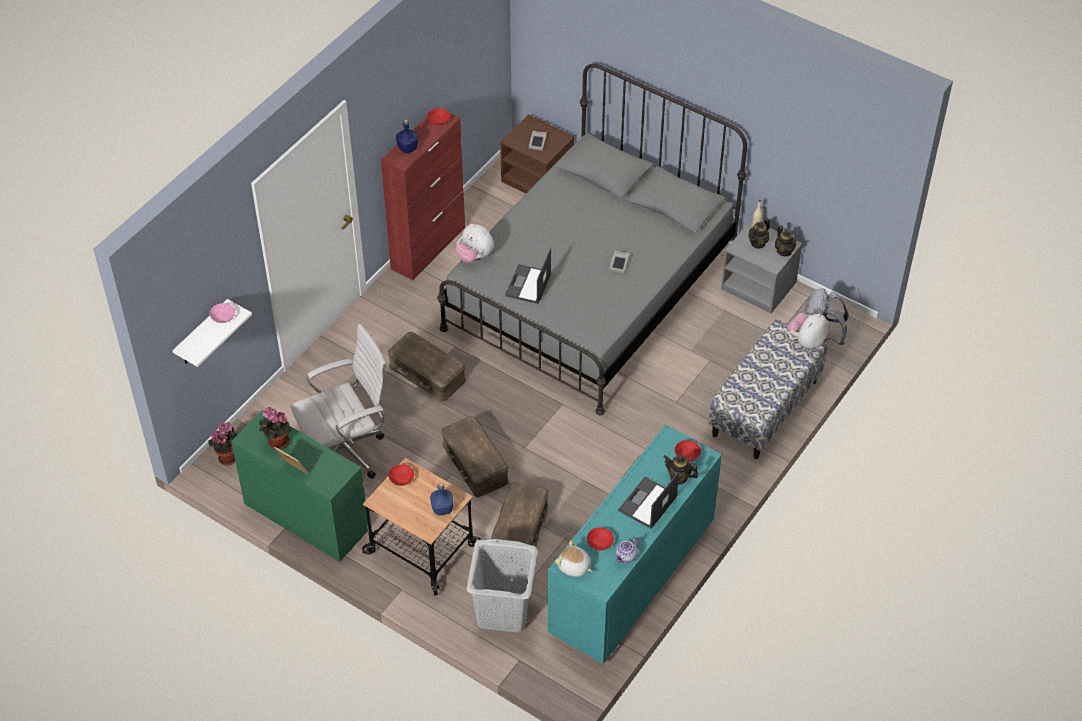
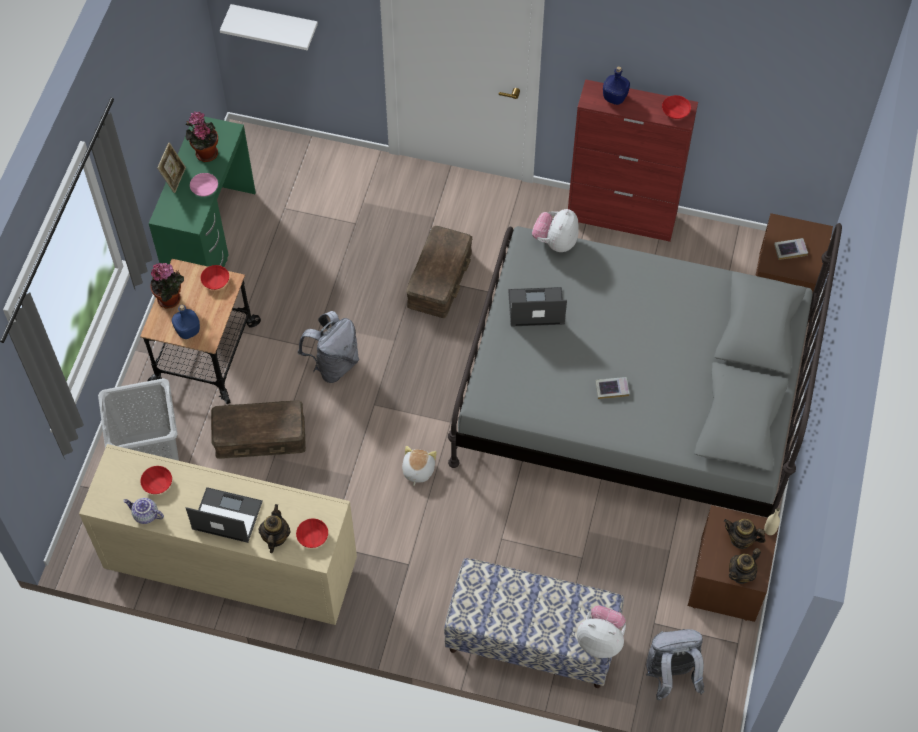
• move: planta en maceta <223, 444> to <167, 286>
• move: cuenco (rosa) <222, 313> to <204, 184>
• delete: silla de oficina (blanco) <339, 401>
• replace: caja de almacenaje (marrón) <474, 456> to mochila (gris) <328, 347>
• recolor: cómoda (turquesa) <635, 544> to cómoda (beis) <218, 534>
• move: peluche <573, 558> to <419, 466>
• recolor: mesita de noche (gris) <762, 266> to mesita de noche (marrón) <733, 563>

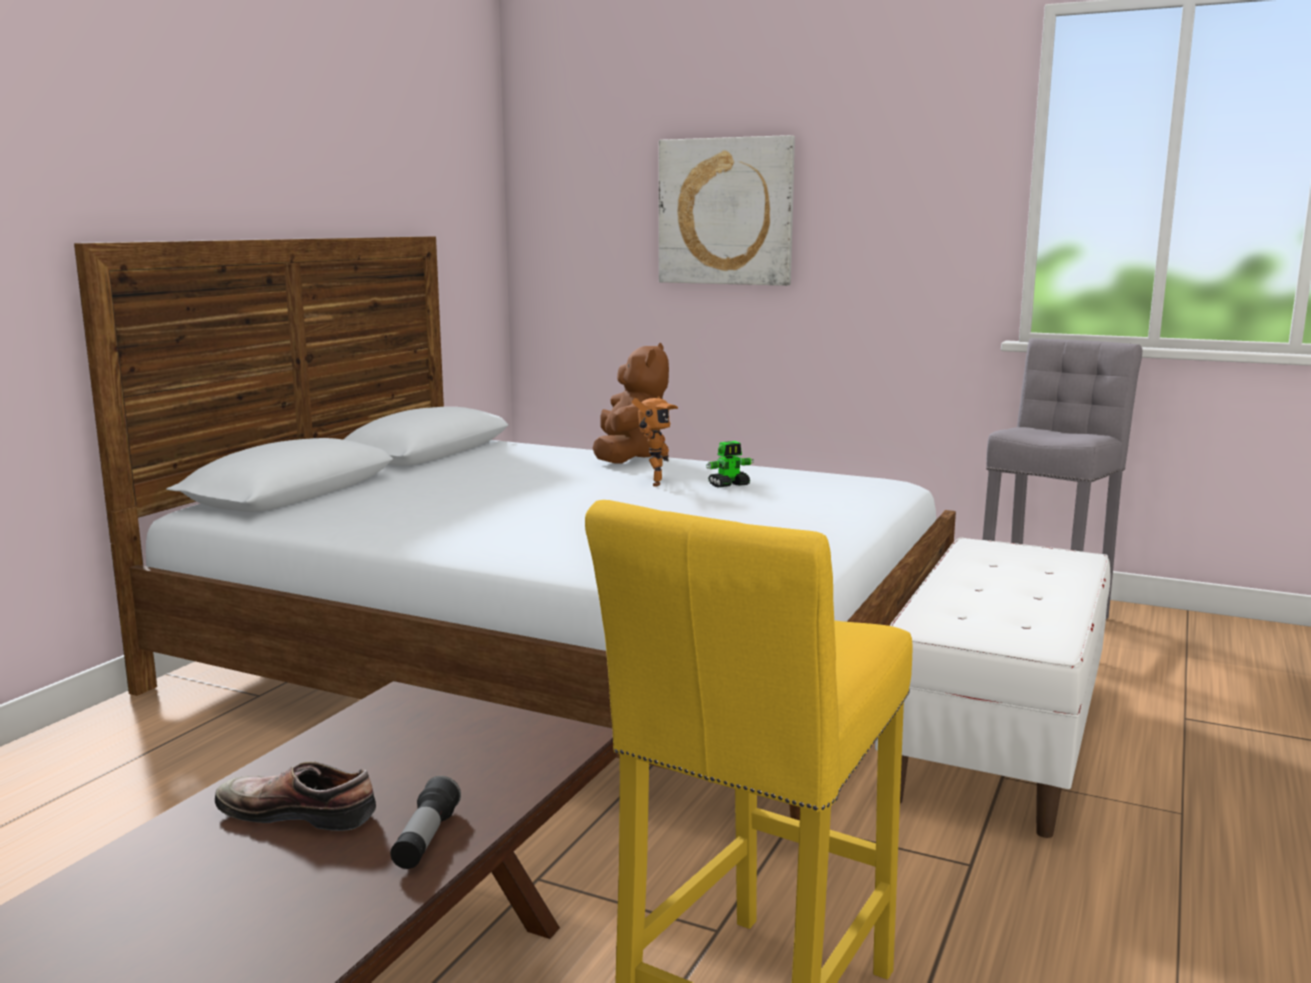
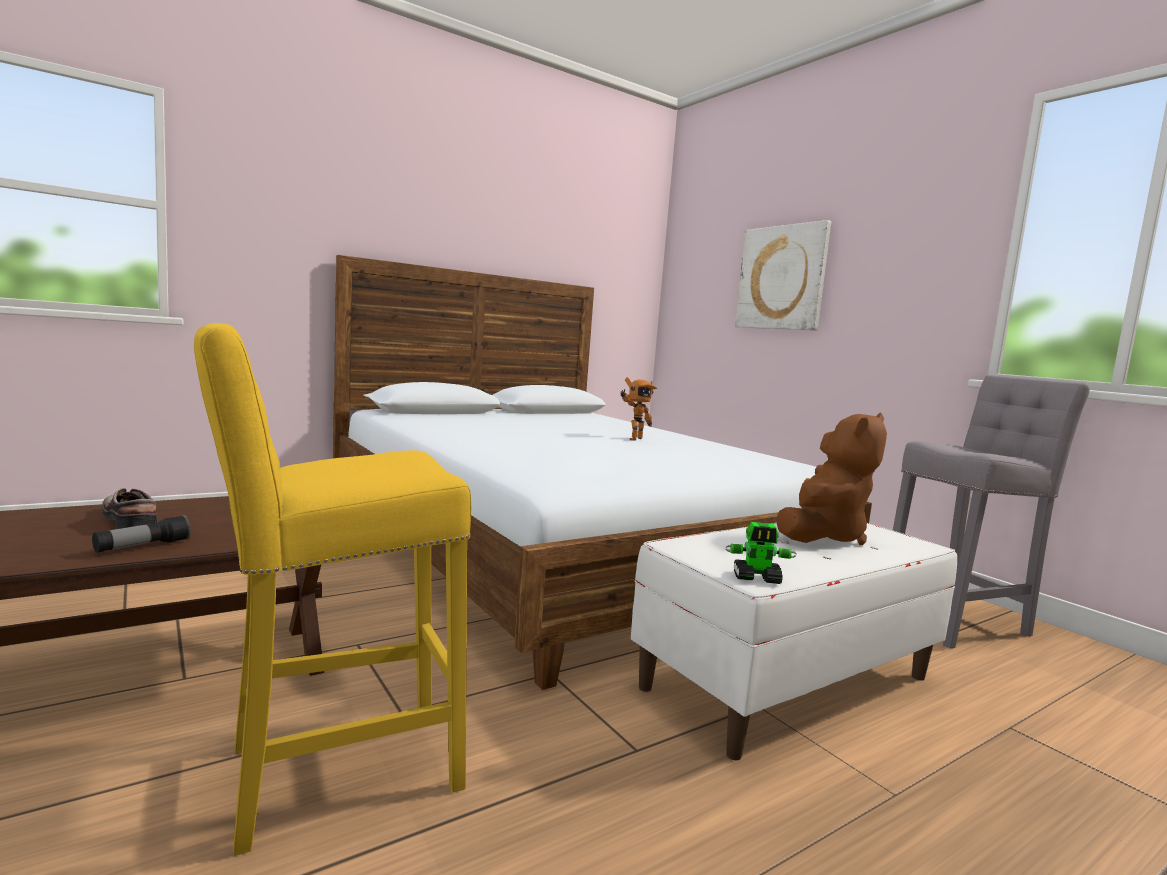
• move: peluche (marrón) <631, 403> to <831, 479>
• move: robot de juguete <730, 464> to <761, 553>

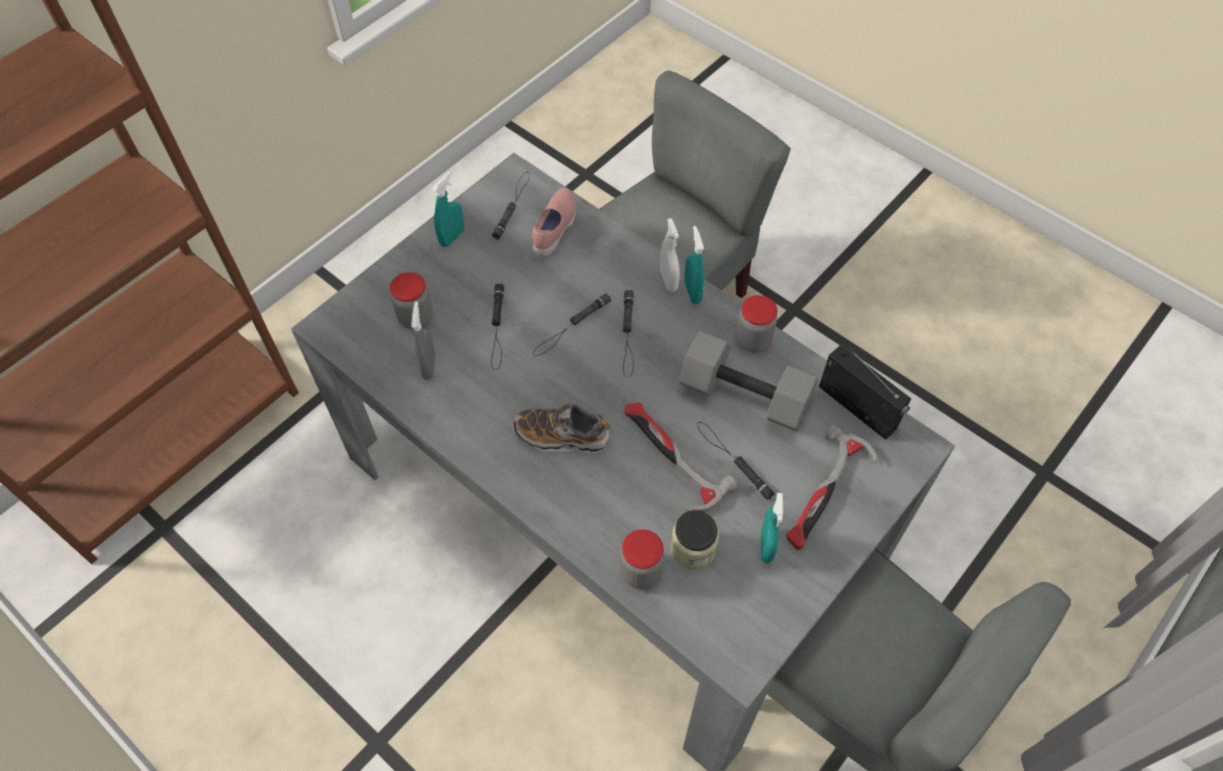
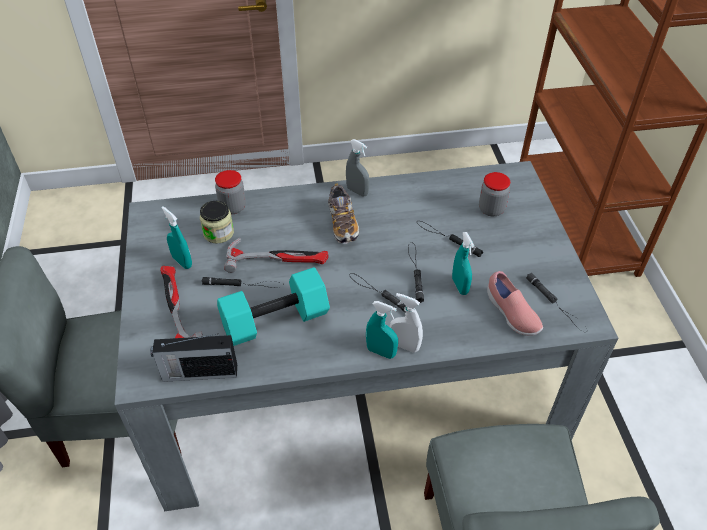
• move: pulverizador (gris) <423, 340> to <357, 167>
• move: pulverizador (turquesa) <448, 209> to <463, 263>
• rotate: zapato <561, 428> = <343, 213> 120 degrees clockwise
• recolor: mancuerna (gris) <748, 381> to mancuerna (turquesa) <273, 306>
• delete: tarro <757, 323>

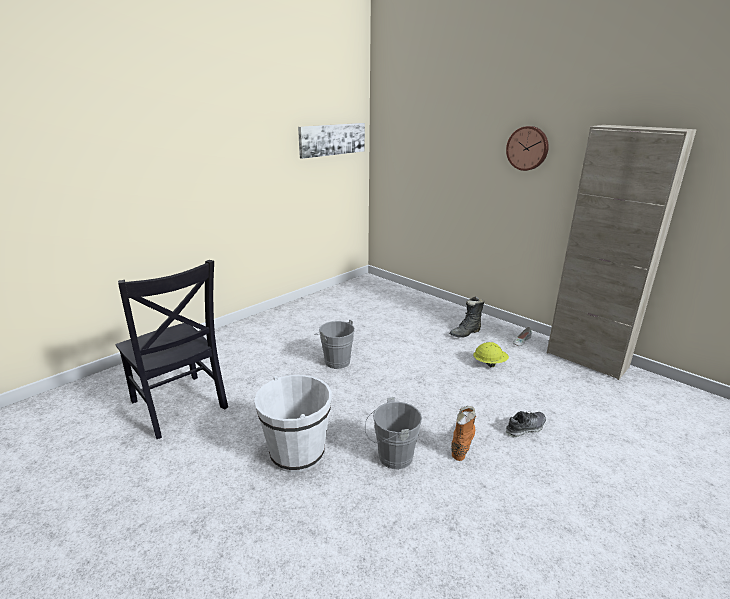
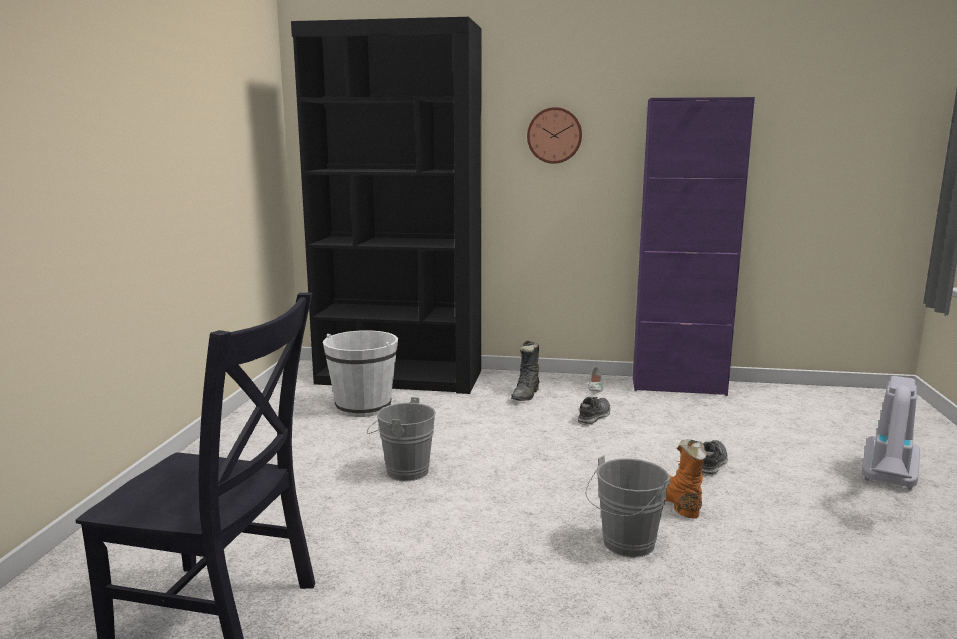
• move: cubo (blanco) <293, 423> to <360, 373>
• delete: cuadro <331, 141>
• replace: casco (amarillo) <491, 354> to zapato <594, 411>
• recolor: armario (beis) <622, 252> to armario (morado) <694, 246>
• insert: estantería (negro) <386, 205>
• insert: aspiradora <890, 433>

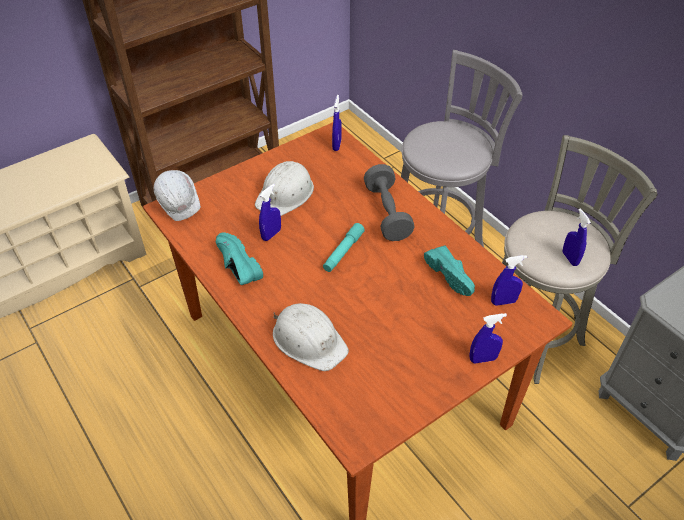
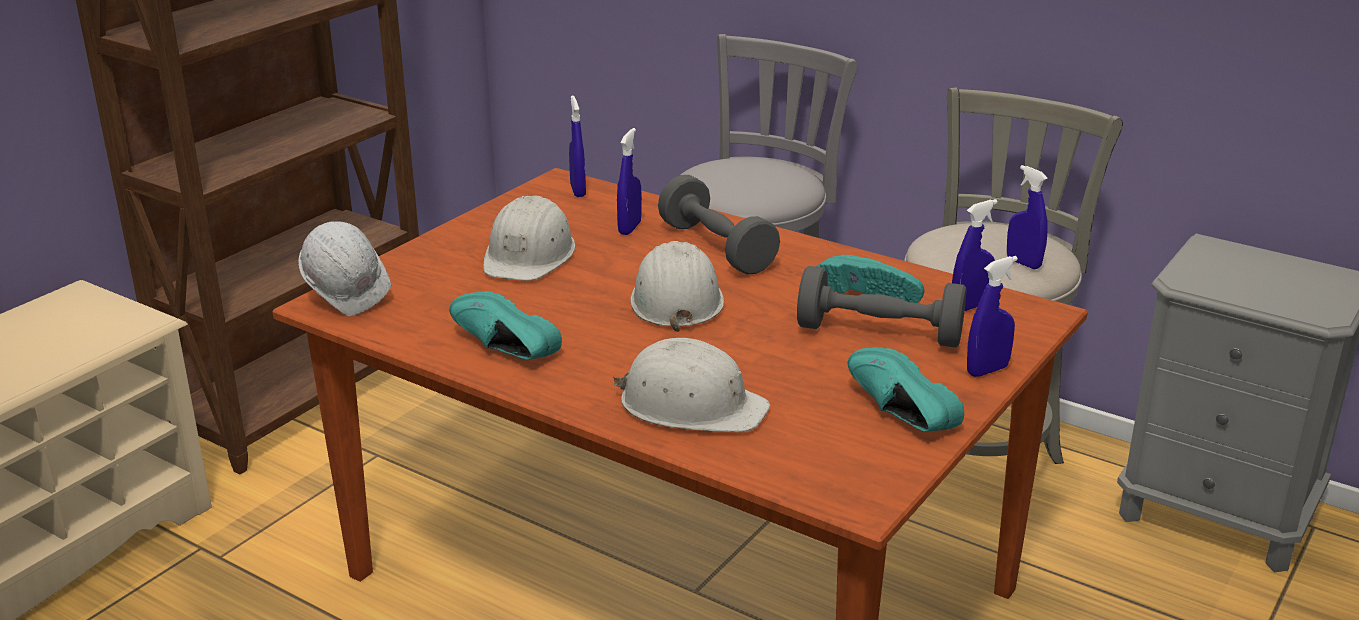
• move: pulverizador (azul) <270, 212> to <629, 181>
• replace: linterna (turquesa) <344, 247> to casco (blanco) <677, 286>
• insert: mancuerna (gris) <881, 307>
• insert: zapato (turquesa) <906, 389>

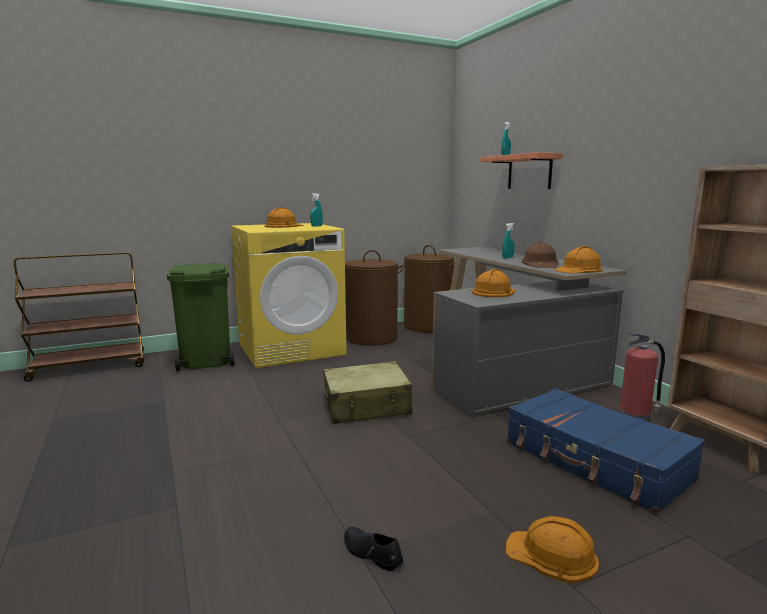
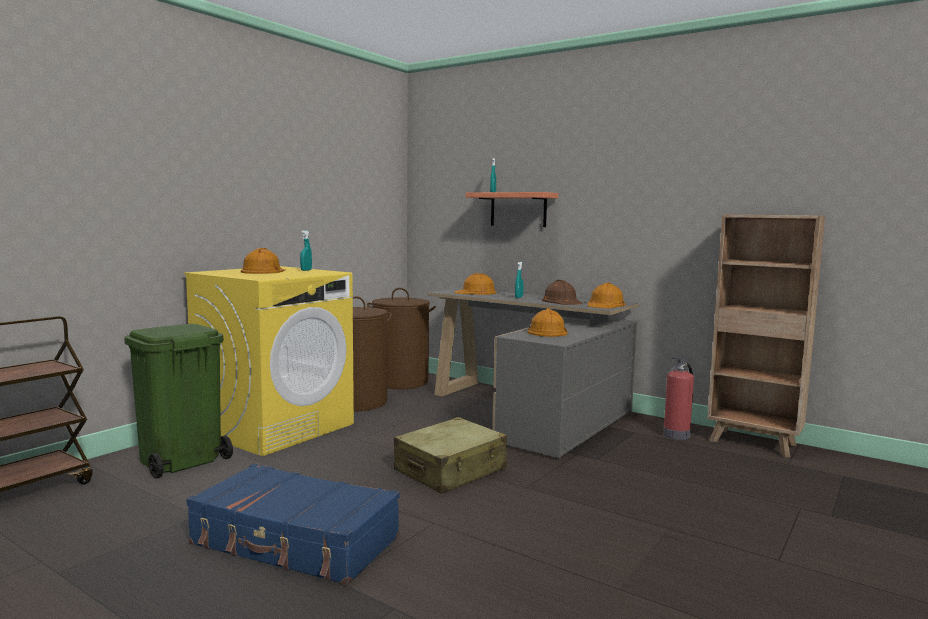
• delete: zapato (negro) <373, 549>
• move: casco (naranja) <552, 549> to <475, 284>
• move: maleta (azul) <606, 451> to <292, 524>

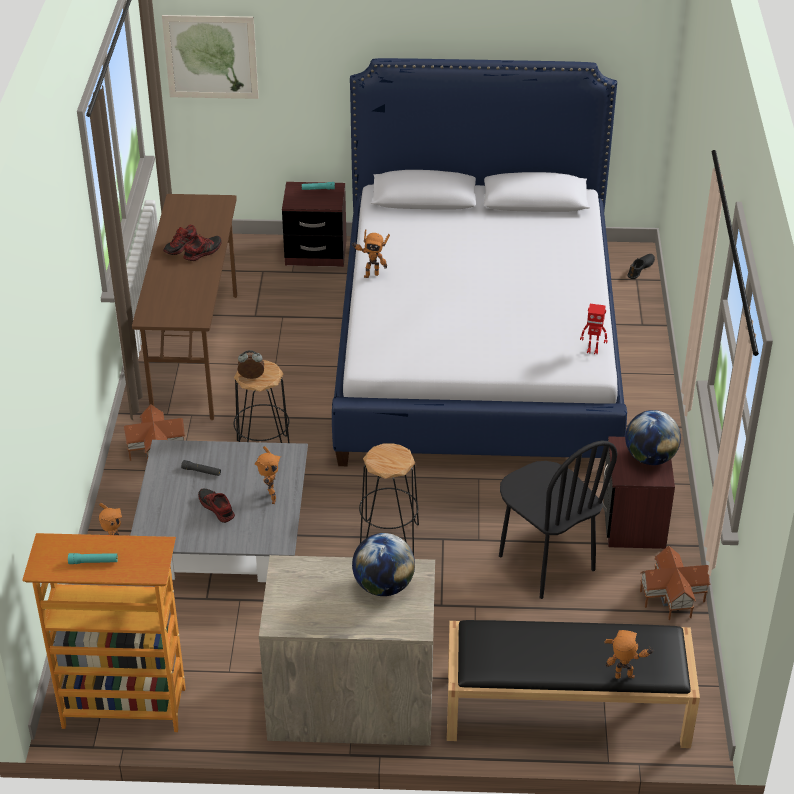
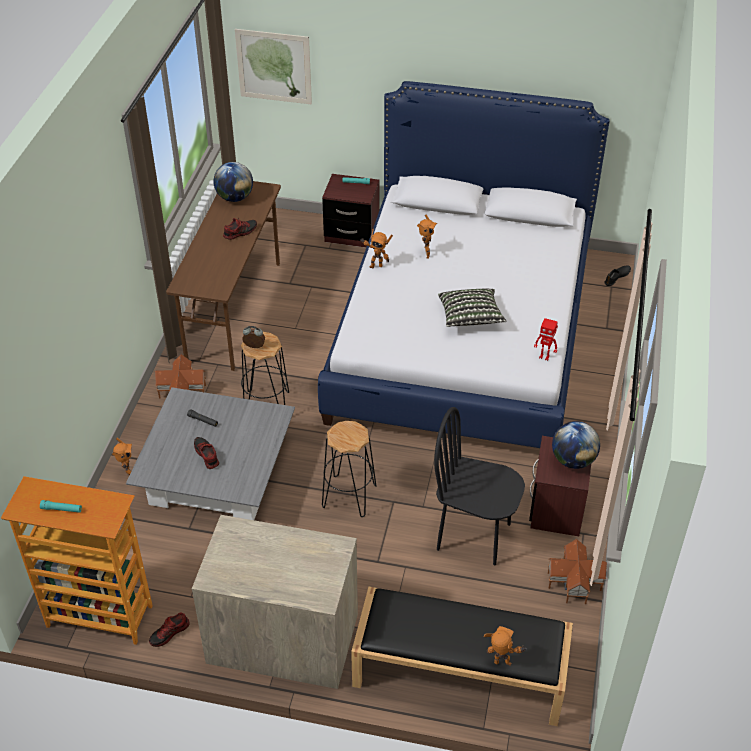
• move: zapato <180, 239> to <169, 629>
• move: robot de juguete <268, 475> to <427, 237>
• move: globo terráqueo <383, 564> to <233, 182>
• rotate: silla (negro) <558, 520> = <479, 486> 135 degrees clockwise
• insert: cojín <472, 308>

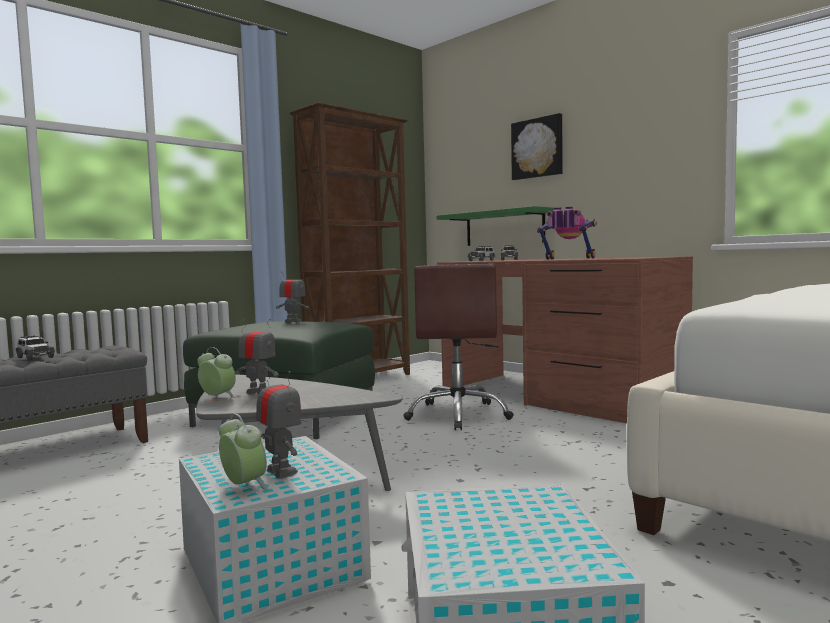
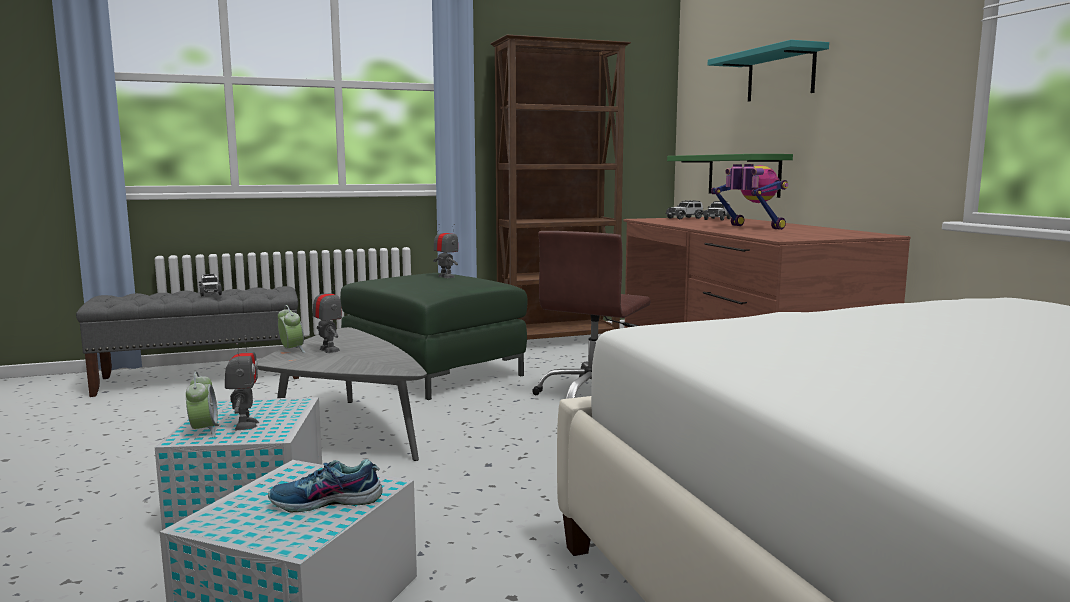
• replace: cuadro <537, 146> to estante (turquesa) <768, 71>
• insert: zapato <325, 485>

